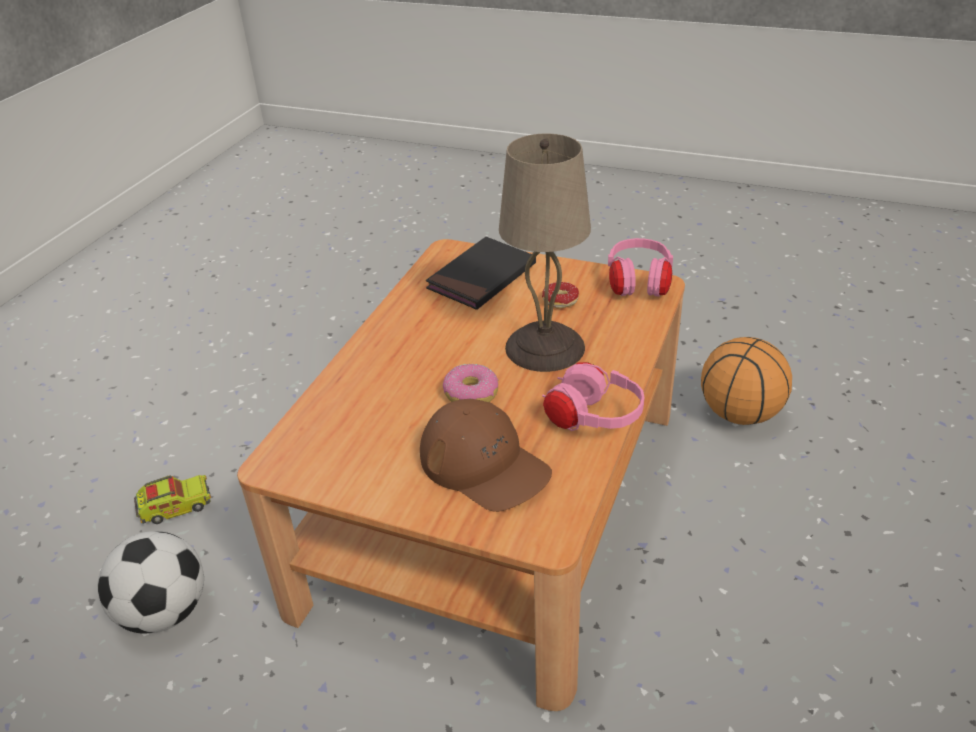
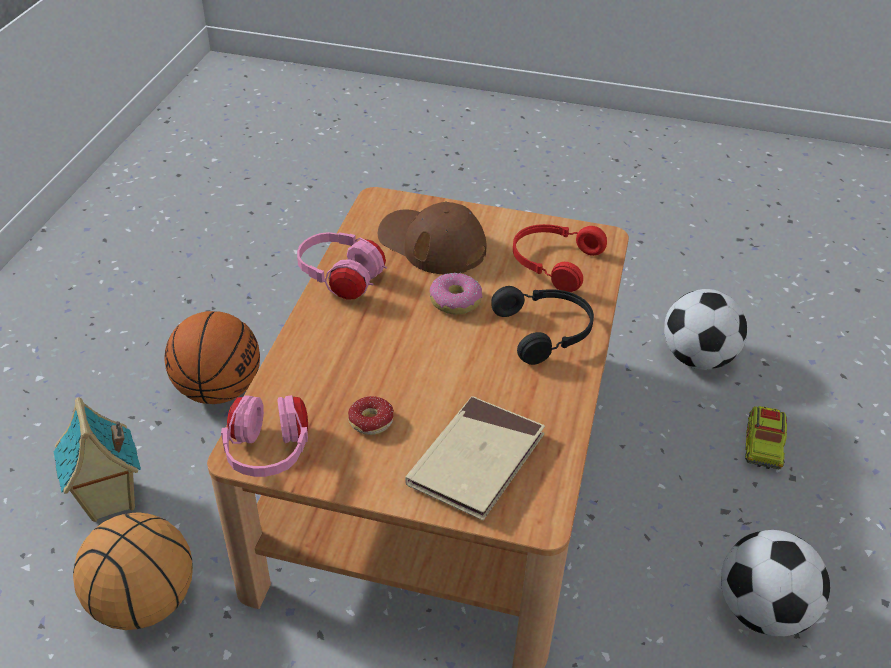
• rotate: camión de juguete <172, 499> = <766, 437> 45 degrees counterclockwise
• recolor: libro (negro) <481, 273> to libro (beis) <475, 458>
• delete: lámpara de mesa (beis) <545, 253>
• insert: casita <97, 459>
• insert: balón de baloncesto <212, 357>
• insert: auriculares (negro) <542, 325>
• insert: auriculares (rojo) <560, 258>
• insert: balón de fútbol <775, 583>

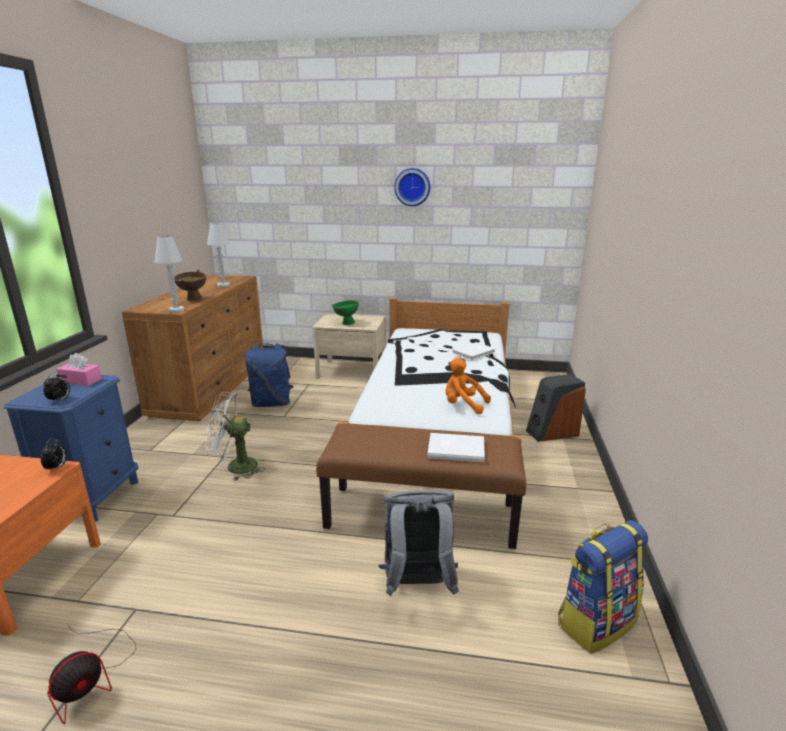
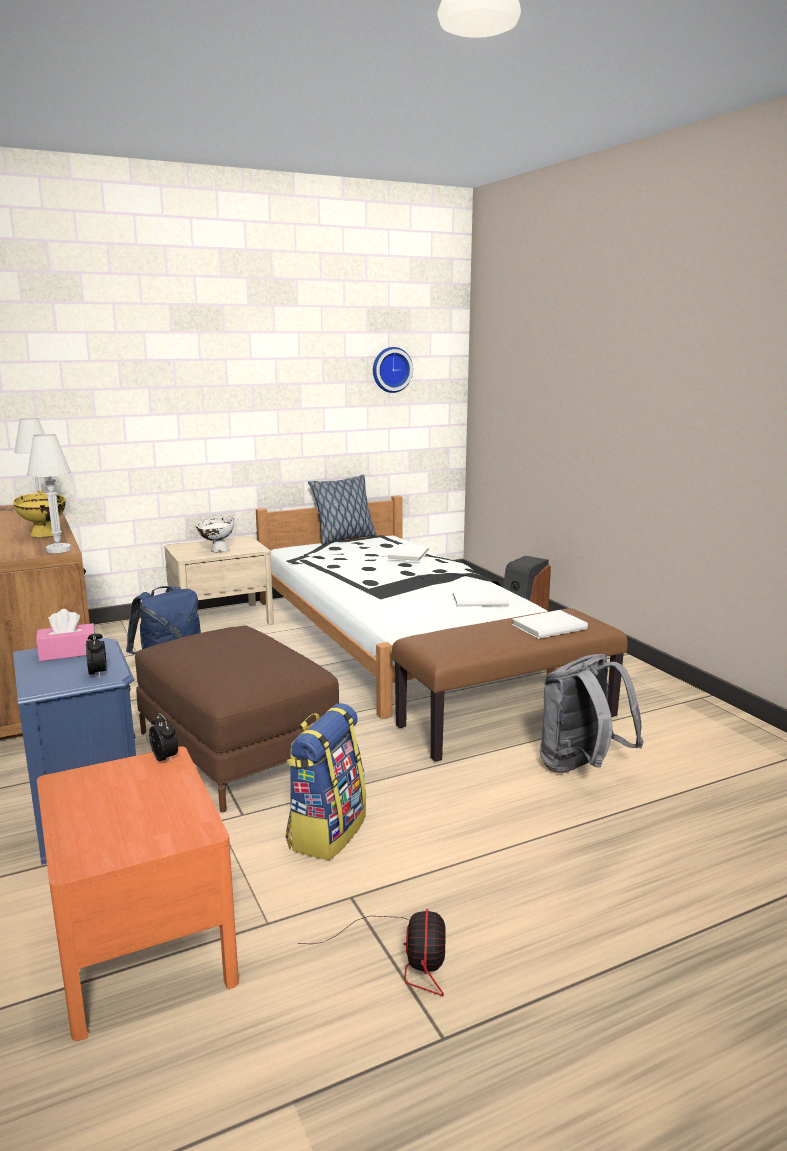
• recolor: cuenco (marrón) <190, 285> to cuenco (amarillo) <39, 514>
• replace: ventilador (blanco) <236, 436> to puf (marrón) <237, 719>
• recolor: cuenco (verde) <345, 312> to cuenco (blanco) <215, 535>
• move: reloj de pared <412, 187> to <393, 370>
• replace: peluche (naranja) <468, 386> to libro (blanco) <480, 598>
• move: mochila <603, 587> to <326, 781>
• insert: cojín <342, 509>

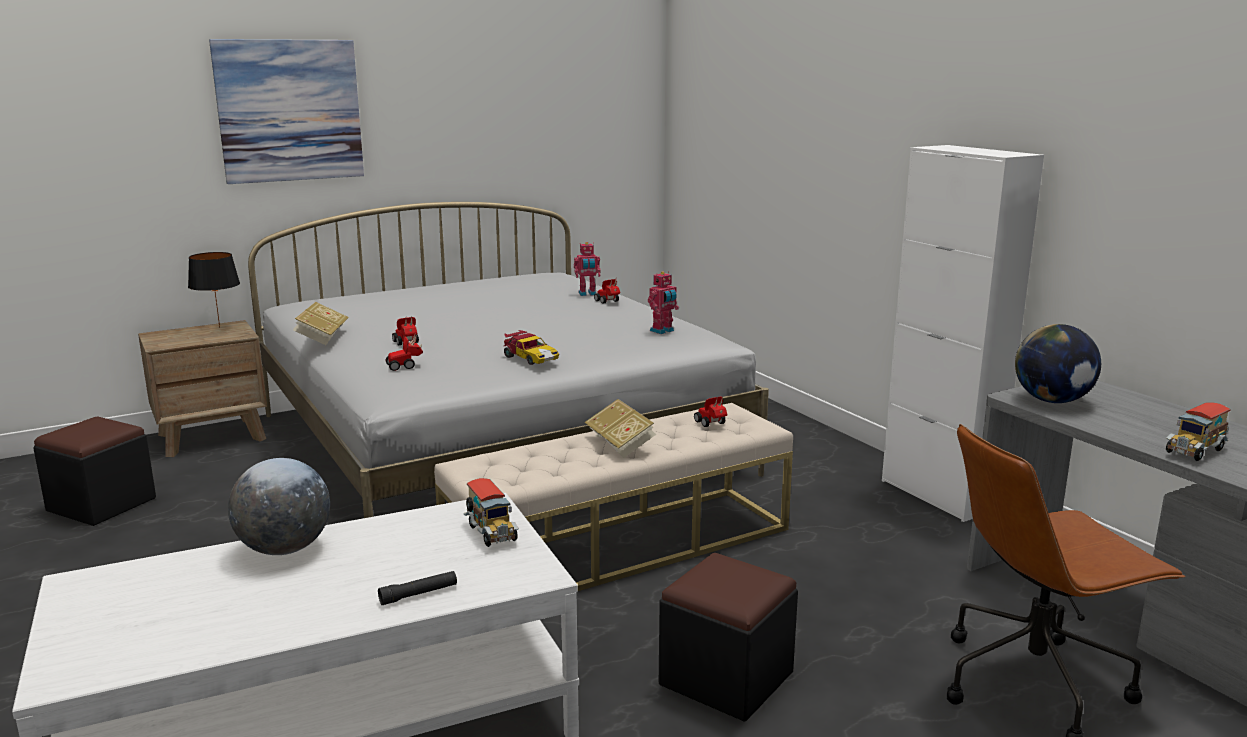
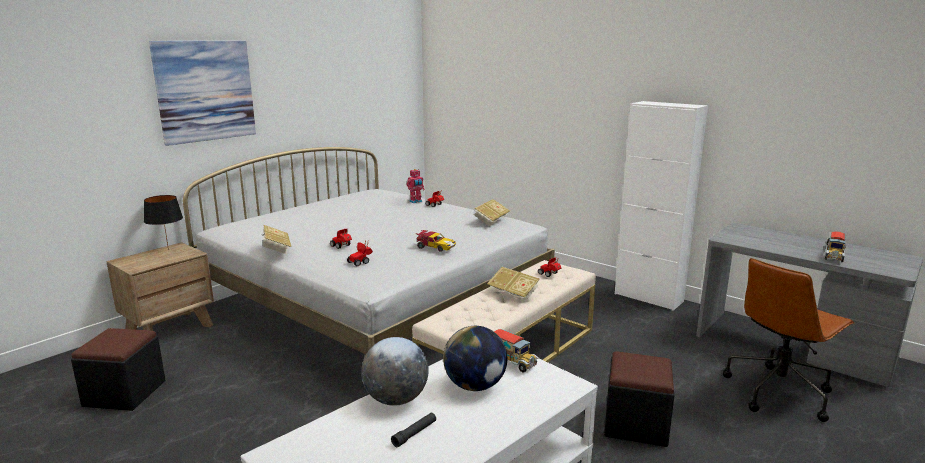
• move: linterna (negro) <417, 588> to <413, 430>
• replace: robot de juguete <663, 302> to libro <492, 212>
• move: globo terráqueo <1058, 363> to <475, 358>

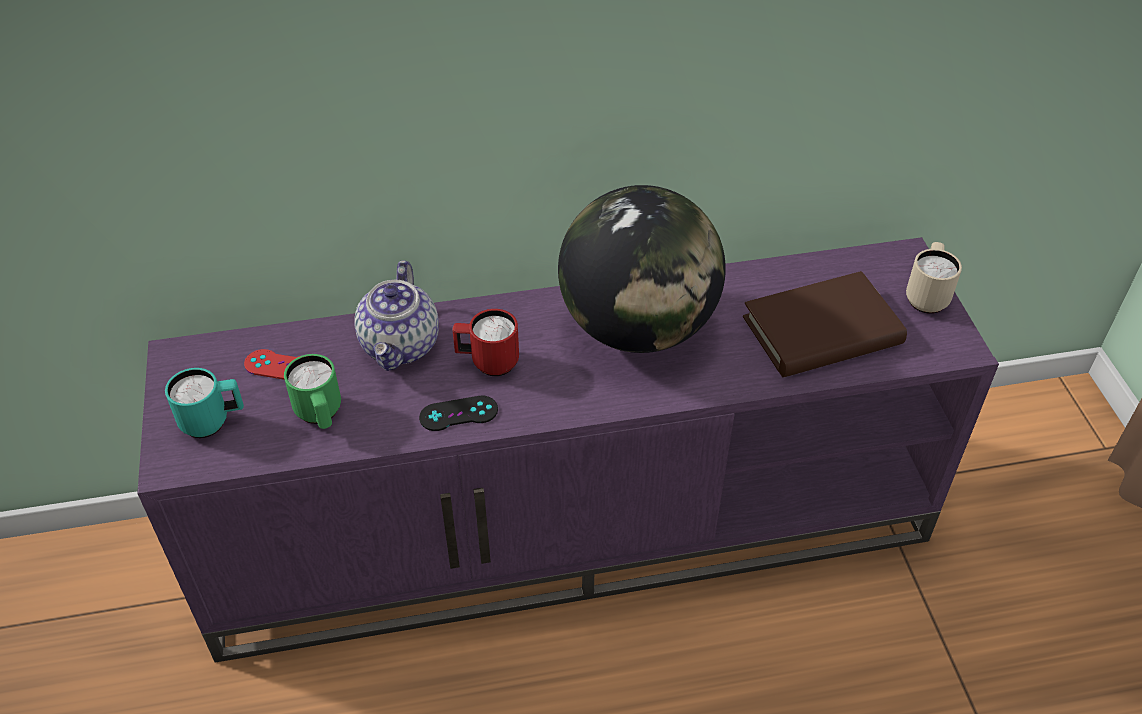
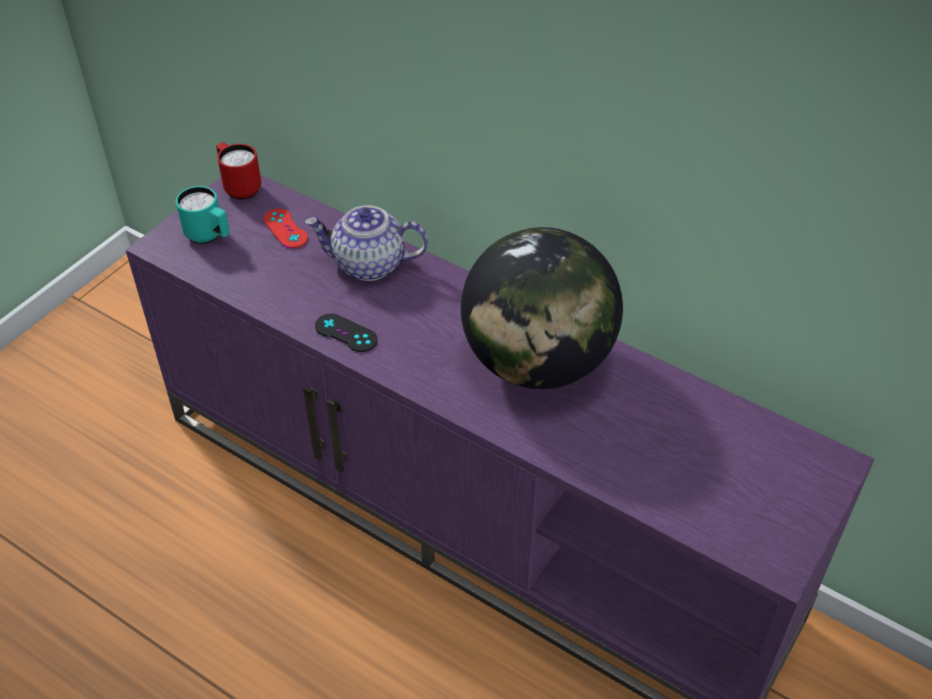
• delete: taza grande (verde) <312, 391>
• rotate: tetera <396, 315> = <366, 243> 45 degrees clockwise
• move: taza grande (rojo) <486, 342> to <238, 171>
• delete: libro (marrón) <825, 324>
• delete: taza grande (beis) <934, 278>

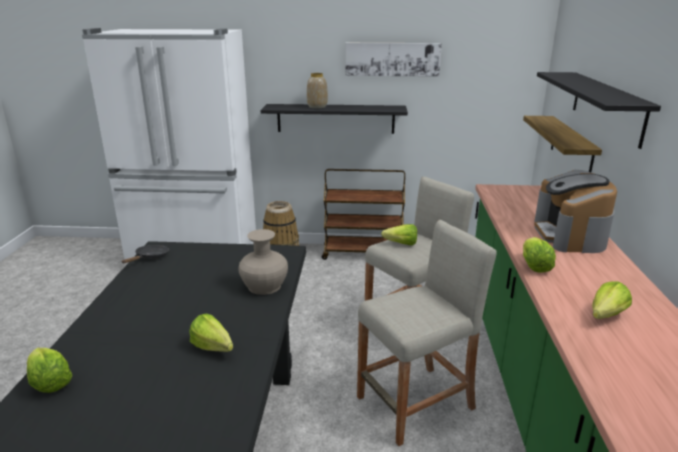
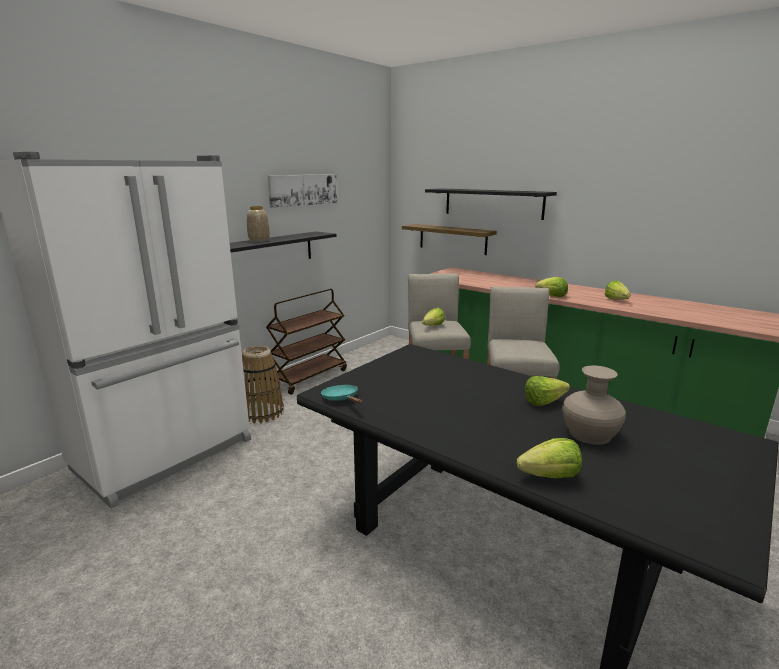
• recolor: sartén (negro) <145, 254> to sartén (turquesa) <341, 394>
• move: florero (beis) <263, 262> to <594, 405>
• delete: cafetera <575, 211>

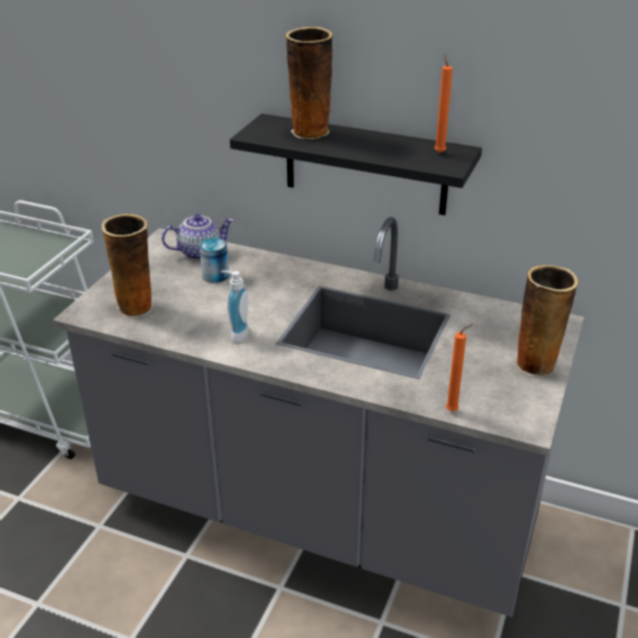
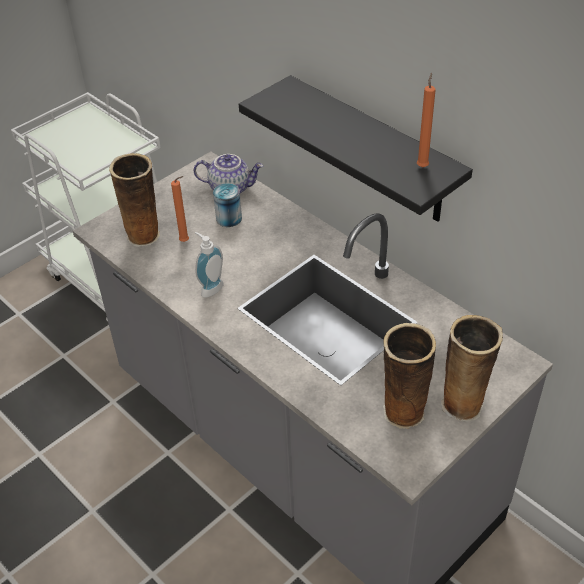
• move: florero <309, 83> to <409, 376>
• move: vela (naranja) <459, 367> to <180, 209>

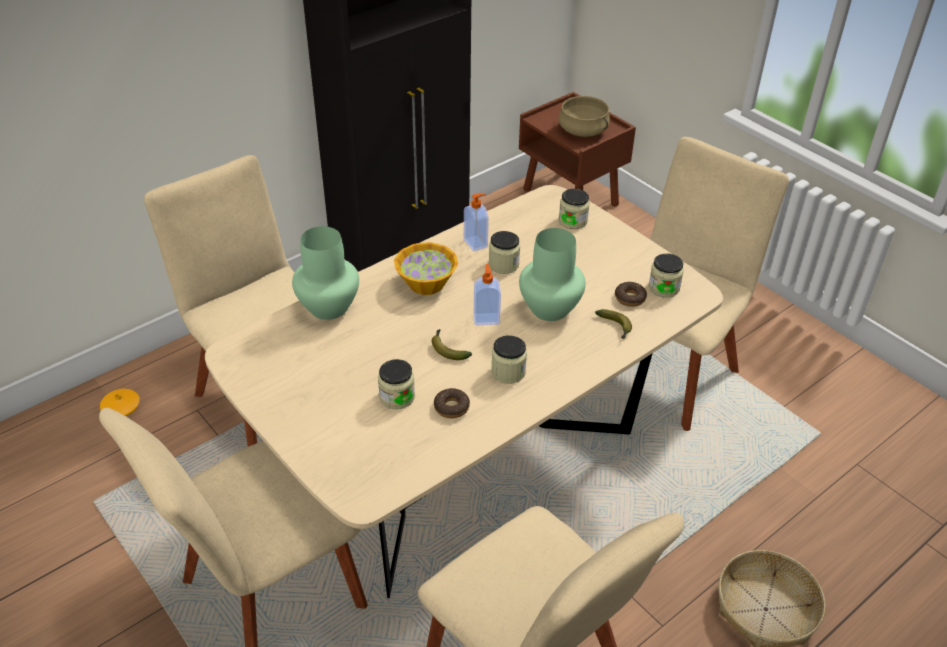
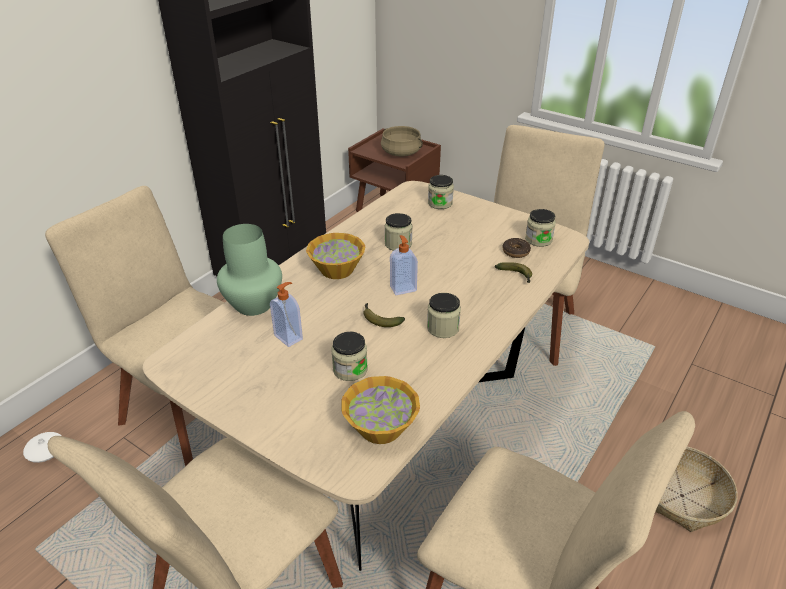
• recolor: florero (naranja) <120, 402> to florero (blanco) <42, 447>
• delete: rosquilla <452, 403>
• move: dispensador de jabón <476, 222> to <286, 314>
• delete: florero (verde) <552, 274>
• insert: cuenco <380, 410>

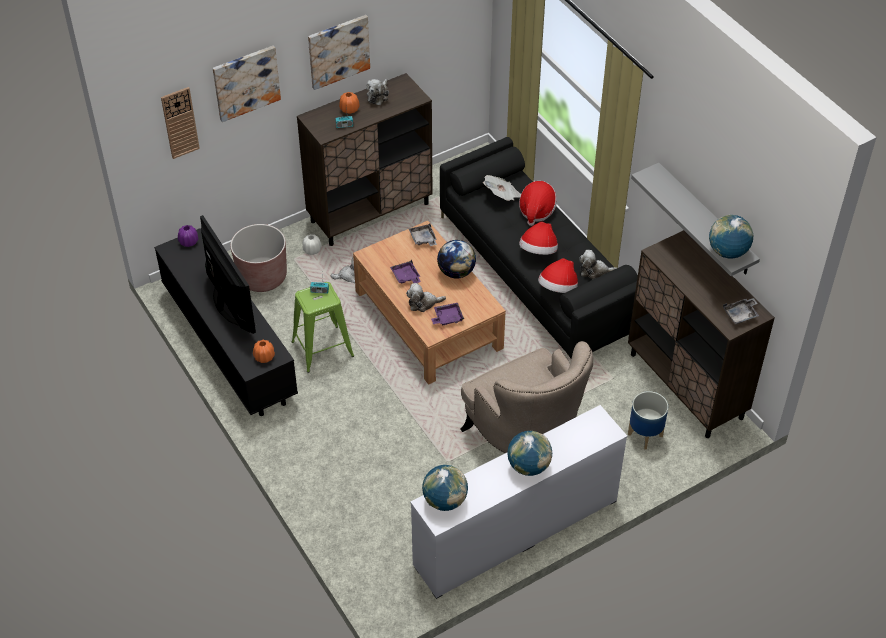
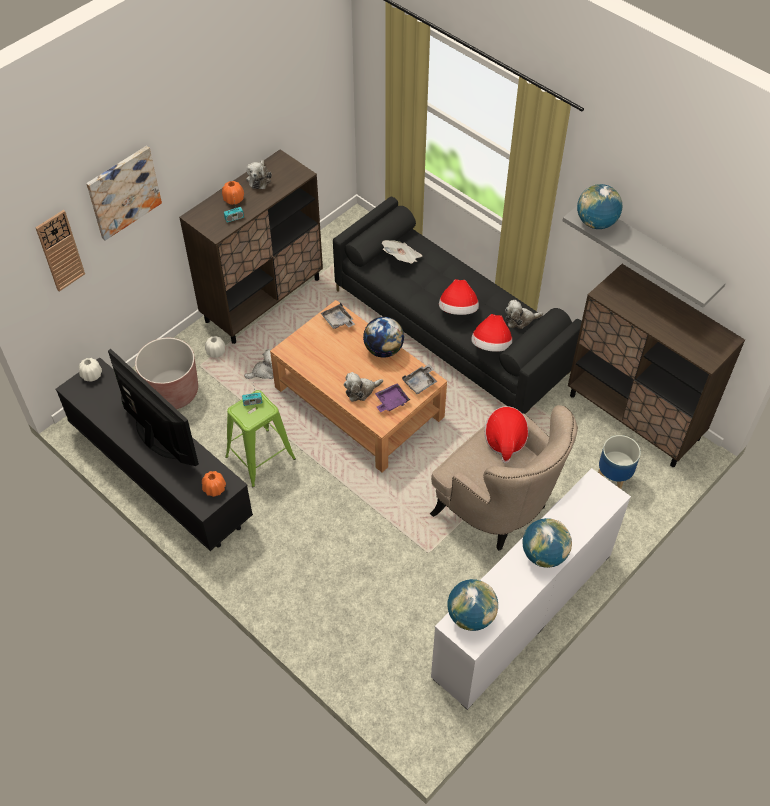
• recolor: florero (morado) <188, 236> to florero (blanco) <90, 370>
• delete: cuadro <339, 52>
• delete: bandeja (morado) <405, 271>
• move: sombrero <538, 203> to <506, 434>
• move: globo terráqueo <731, 237> to <599, 206>
• move: bandeja (gris) <741, 311> to <419, 379>

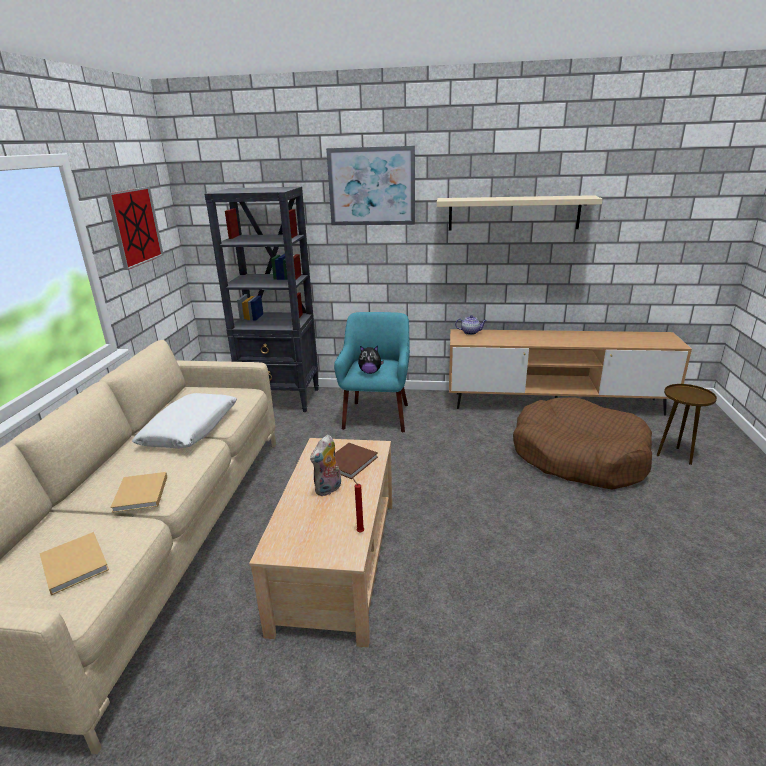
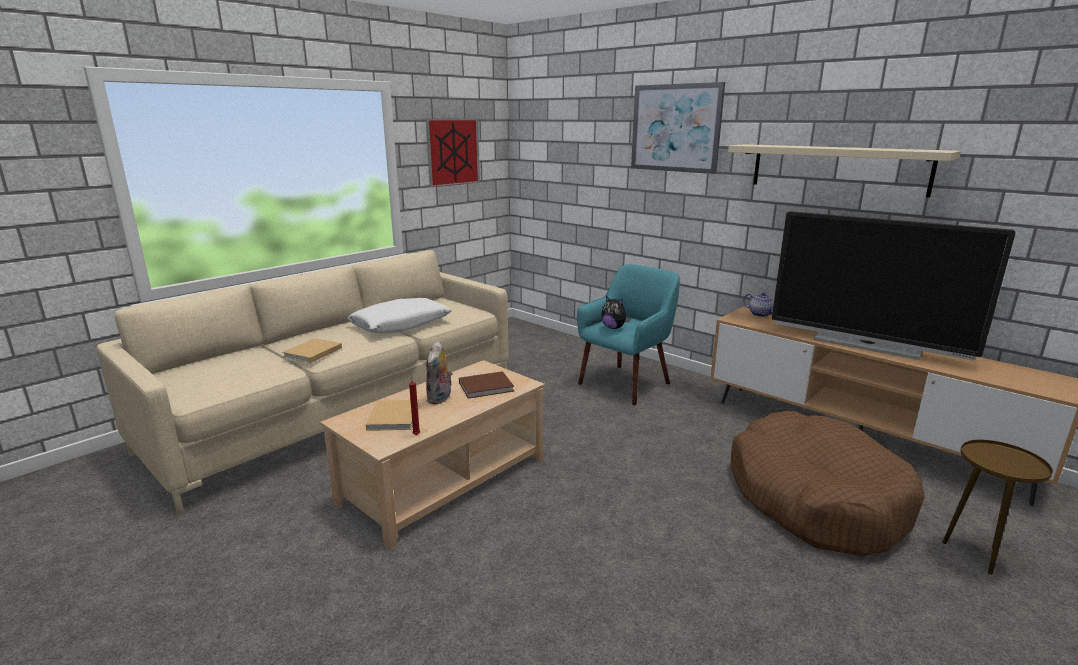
• move: libro (beis) <74, 563> to <392, 415>
• delete: estantería (negro) <262, 299>
• rotate: peluche <325, 465> = <439, 373> 60 degrees counterclockwise
• insert: televisor <894, 285>

